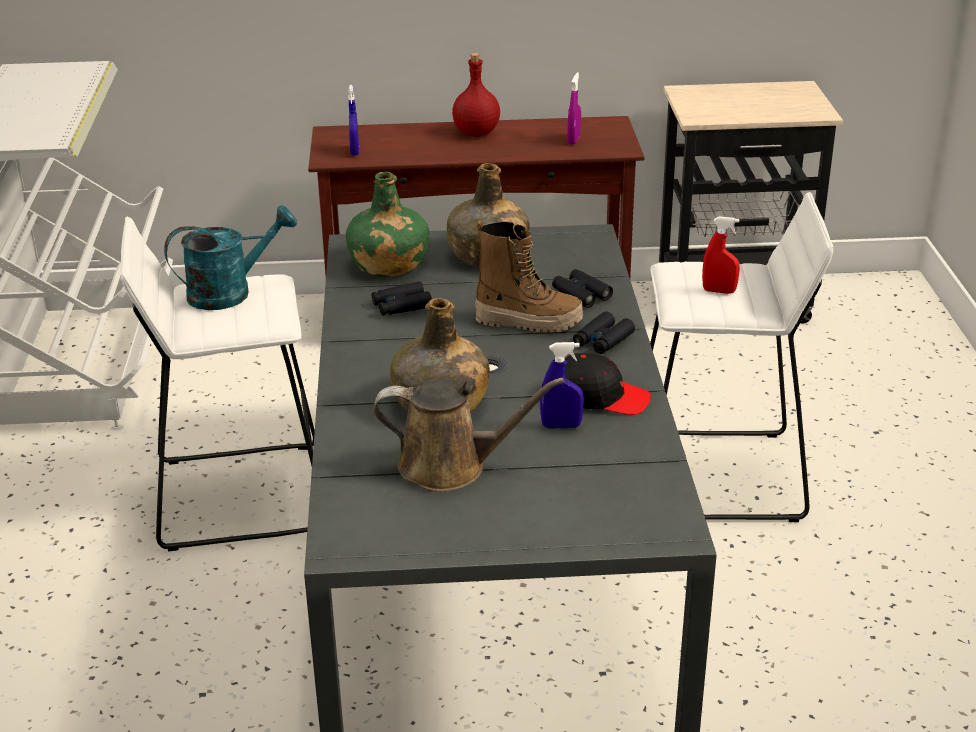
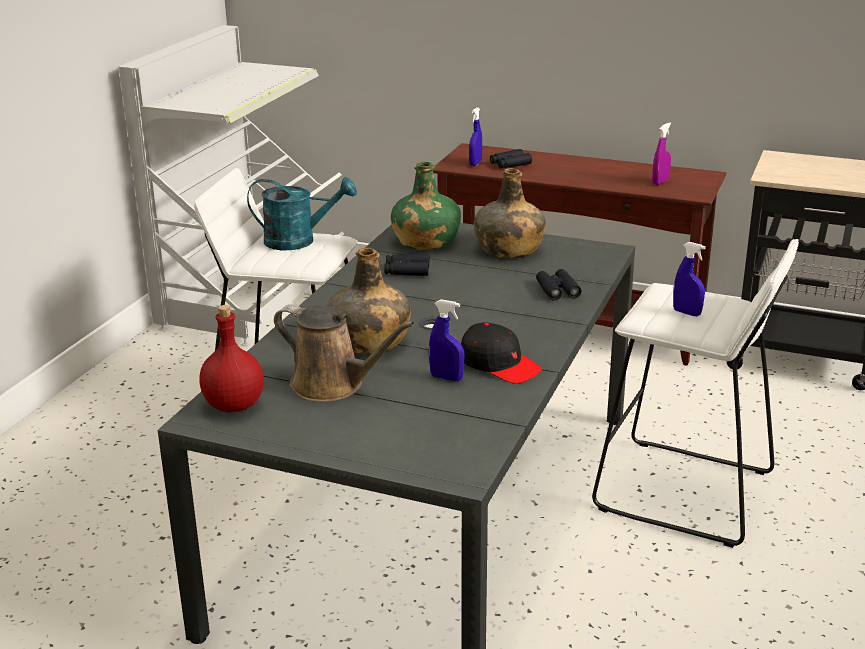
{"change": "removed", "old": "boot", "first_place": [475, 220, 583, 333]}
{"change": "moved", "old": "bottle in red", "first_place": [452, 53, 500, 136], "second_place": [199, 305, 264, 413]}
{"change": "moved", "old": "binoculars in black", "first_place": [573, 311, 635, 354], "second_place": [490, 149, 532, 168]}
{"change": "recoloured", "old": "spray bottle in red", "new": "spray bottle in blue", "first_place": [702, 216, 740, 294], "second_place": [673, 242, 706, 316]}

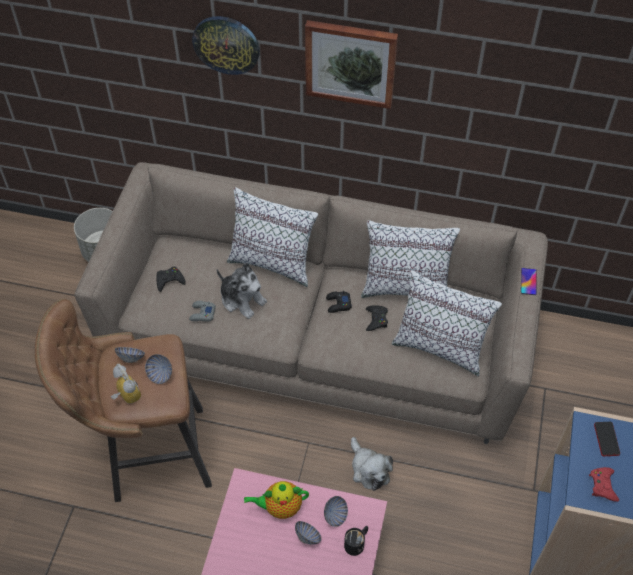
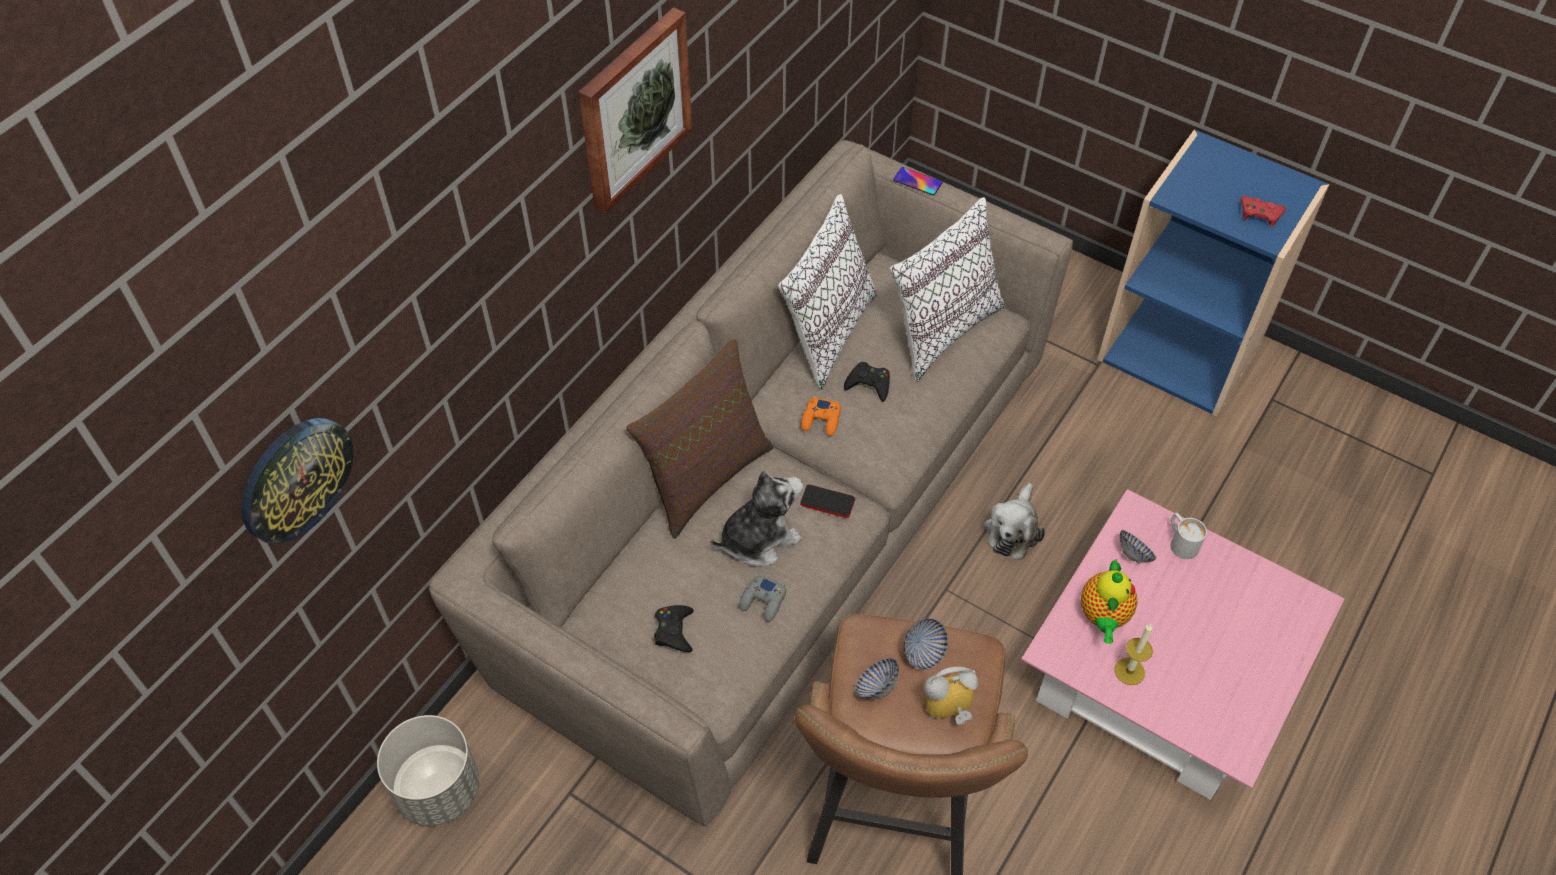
{"change": "removed", "old": "bowl", "first_place": [295, 521, 322, 545]}
{"change": "added", "new": "candle", "second_place": [1114, 624, 1153, 685]}
{"change": "moved", "old": "wall clock", "first_place": [192, 16, 260, 75], "second_place": [241, 418, 353, 544]}
{"change": "moved", "old": "phone", "first_place": [594, 422, 620, 456], "second_place": [800, 485, 855, 518]}
{"change": "recoloured", "old": "pillow in white", "new": "pillow in brown", "first_place": [227, 187, 318, 287], "second_place": [627, 339, 774, 539]}
{"change": "recoloured", "old": "game controller in black", "new": "game controller in orange", "first_place": [326, 291, 352, 313], "second_place": [801, 397, 841, 436]}
{"change": "recoloured", "old": "mug in black", "new": "mug in white", "first_place": [344, 526, 368, 556], "second_place": [1170, 513, 1207, 559]}
{"change": "turned", "old": "plush toy", "first_place": [351, 437, 393, 491], "second_place": [984, 483, 1045, 560], "degrees": 120}

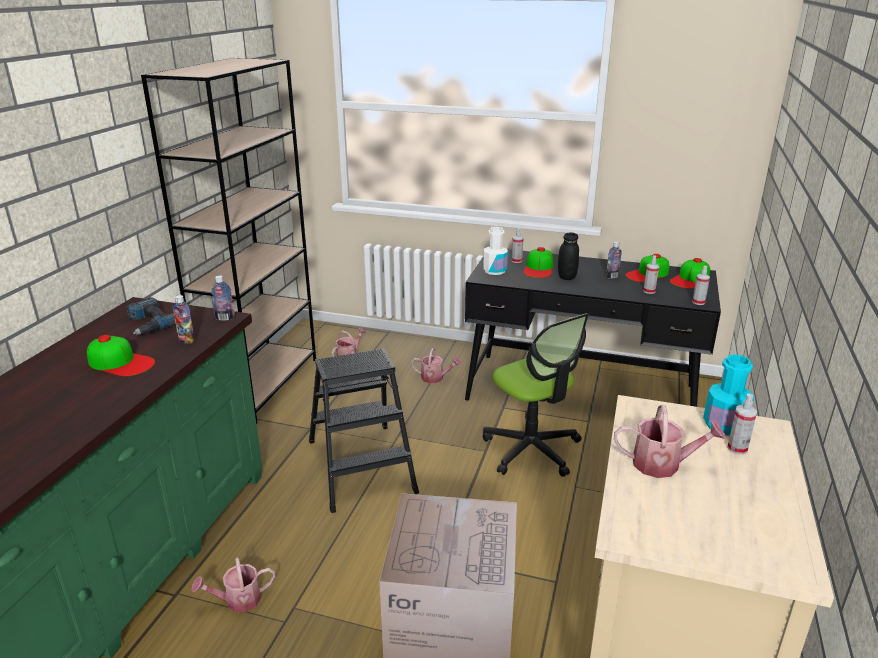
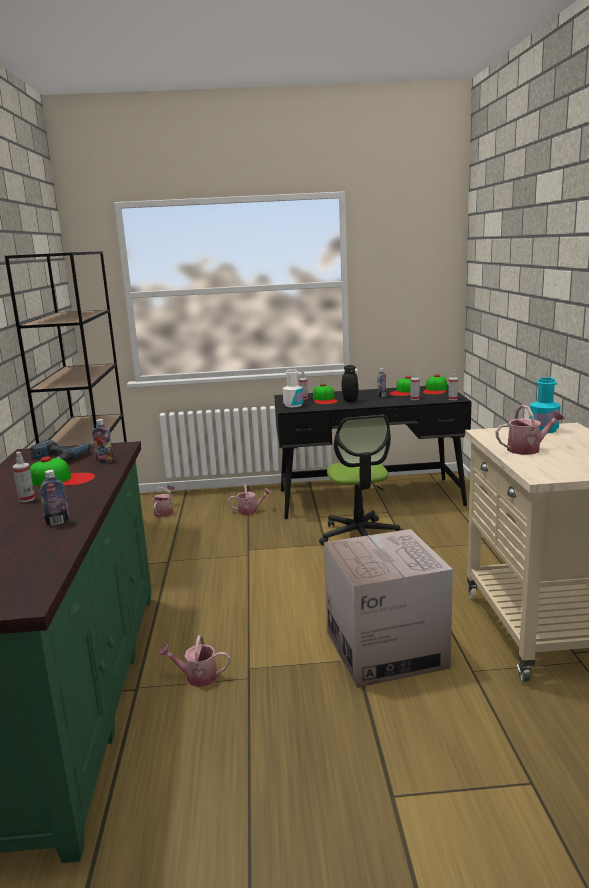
{"change": "removed", "old": "step ladder in black", "first_place": [309, 348, 419, 513]}
{"change": "moved", "old": "bottle", "first_place": [211, 275, 235, 321], "second_place": [40, 470, 69, 525]}
{"change": "moved", "old": "spray bottle", "first_place": [727, 393, 757, 455], "second_place": [13, 452, 35, 502]}
{"change": "turned", "old": "watering can", "first_place": [191, 557, 275, 612], "second_place": [159, 635, 230, 687], "degrees": 45}
{"change": "turned", "old": "office chair", "first_place": [483, 313, 589, 477], "second_place": [319, 415, 403, 546], "degrees": 45}

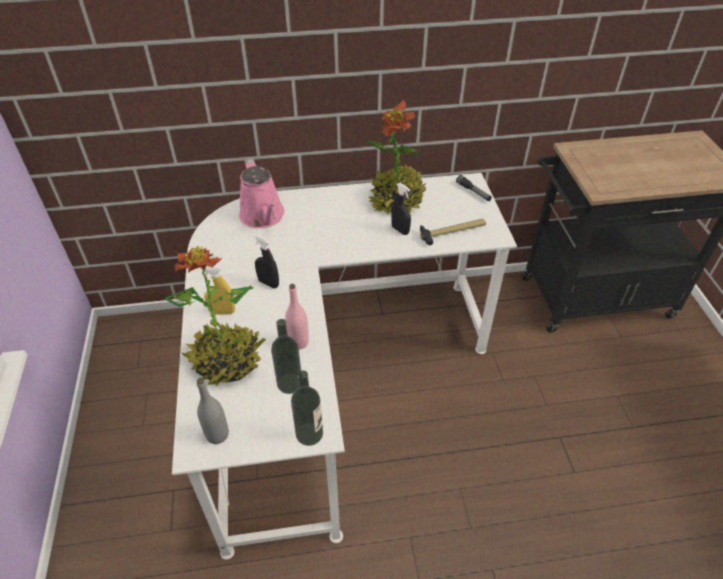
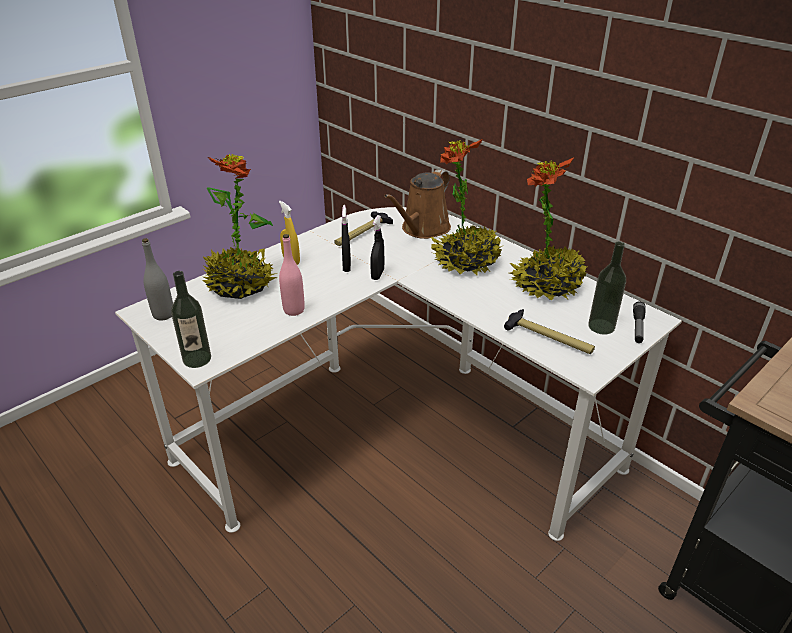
{"change": "added", "new": "hammer", "second_place": [334, 211, 393, 246]}
{"change": "added", "new": "potted plant", "second_place": [431, 139, 502, 275]}
{"change": "moved", "old": "bottle", "first_place": [271, 319, 301, 394], "second_place": [588, 241, 626, 335]}
{"change": "moved", "old": "spray bottle in black", "first_place": [391, 183, 411, 235], "second_place": [370, 215, 384, 280]}
{"change": "recoloured", "old": "watering can in pink", "new": "watering can in brown", "first_place": [239, 158, 284, 228], "second_place": [384, 169, 451, 239]}

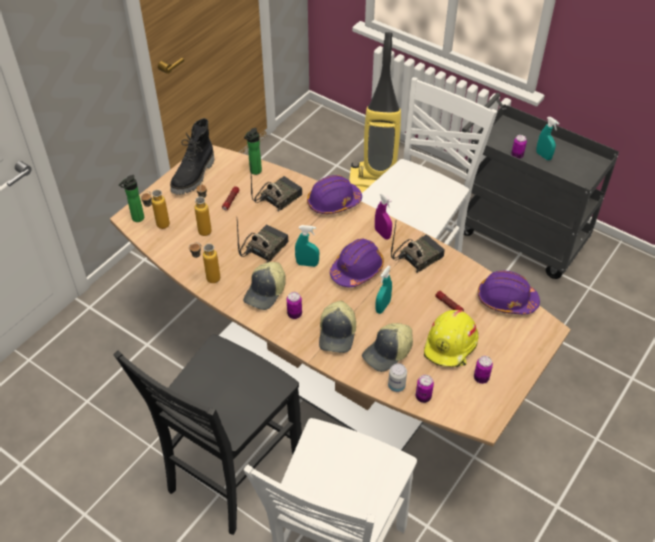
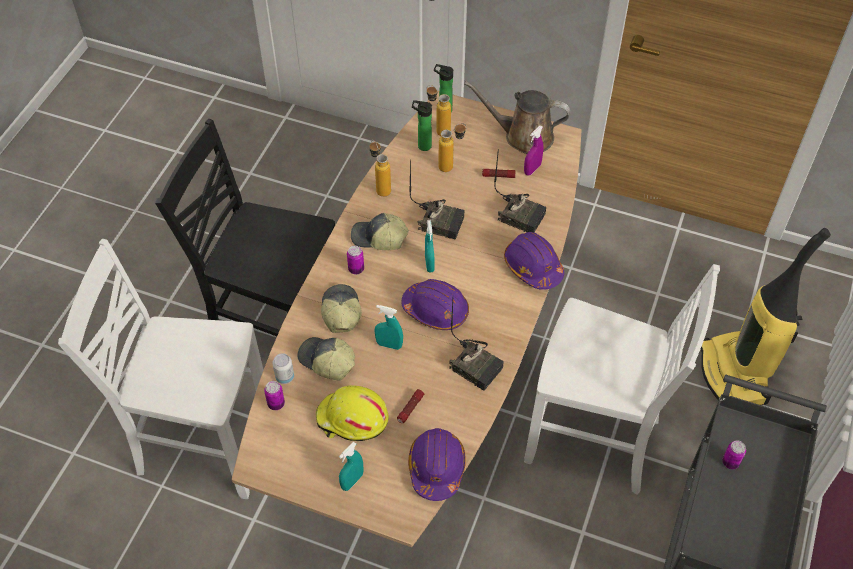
{"change": "removed", "old": "can", "first_place": [474, 356, 493, 384]}
{"change": "moved", "old": "bottle", "first_place": [244, 128, 262, 175], "second_place": [412, 100, 432, 151]}
{"change": "moved", "old": "spray bottle in purple", "first_place": [375, 193, 392, 239], "second_place": [524, 126, 543, 176]}
{"change": "moved", "old": "spray bottle in turquoise", "first_place": [536, 117, 559, 160], "second_place": [339, 442, 363, 491]}
{"change": "replaced", "old": "boot in black", "new": "watering can in brown", "first_place": [170, 118, 214, 195], "second_place": [464, 81, 570, 154]}
{"change": "turned", "old": "cap", "first_place": [319, 301, 356, 353], "second_place": [321, 284, 362, 333], "degrees": 90}

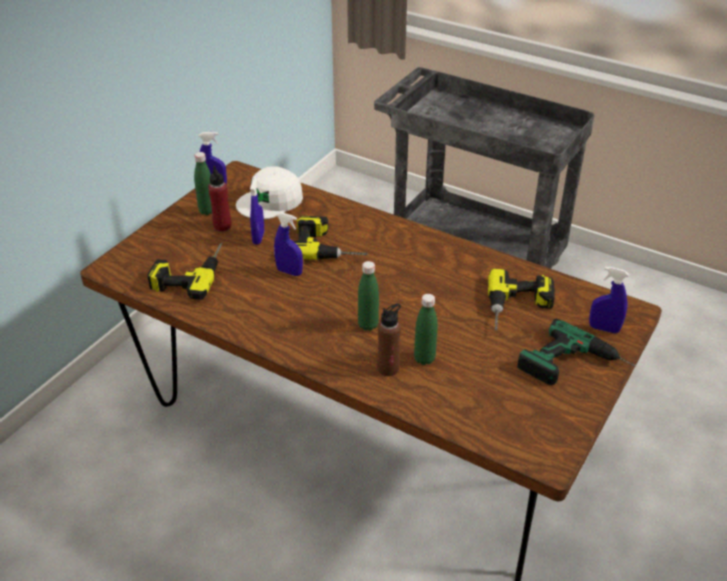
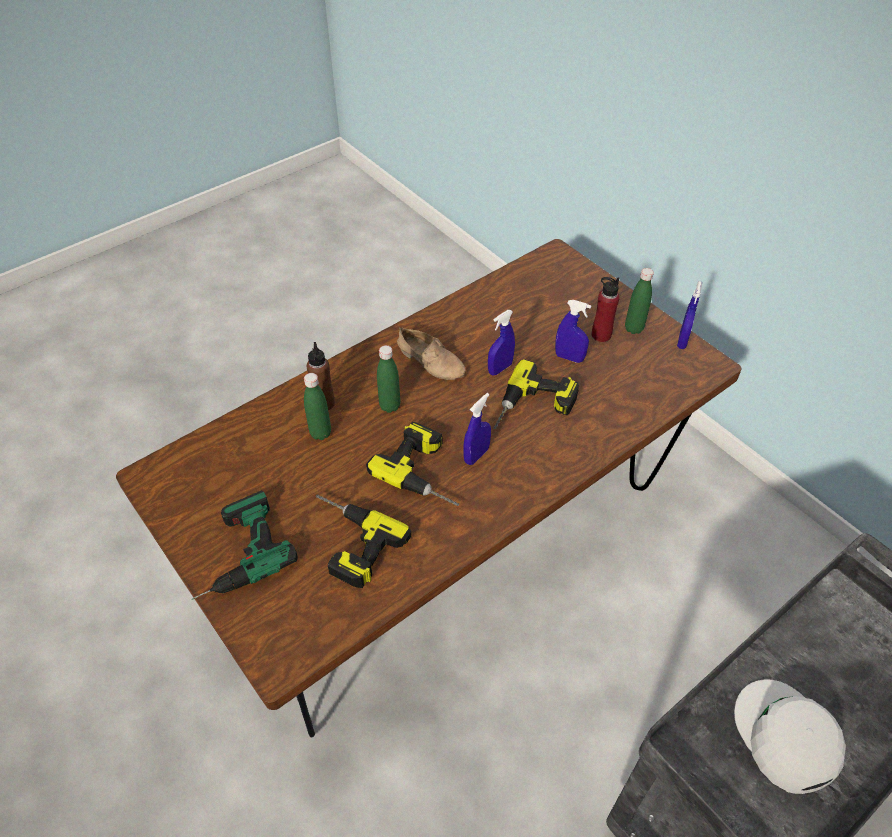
{"change": "added", "new": "shoe in beige", "second_place": [397, 328, 466, 380]}
{"change": "moved", "old": "power drill", "first_place": [147, 242, 223, 300], "second_place": [366, 422, 459, 506]}
{"change": "moved", "old": "cap in white", "first_place": [236, 166, 303, 219], "second_place": [734, 679, 846, 794]}
{"change": "moved", "old": "spray bottle in blue", "first_place": [589, 266, 629, 333], "second_place": [463, 393, 491, 465]}

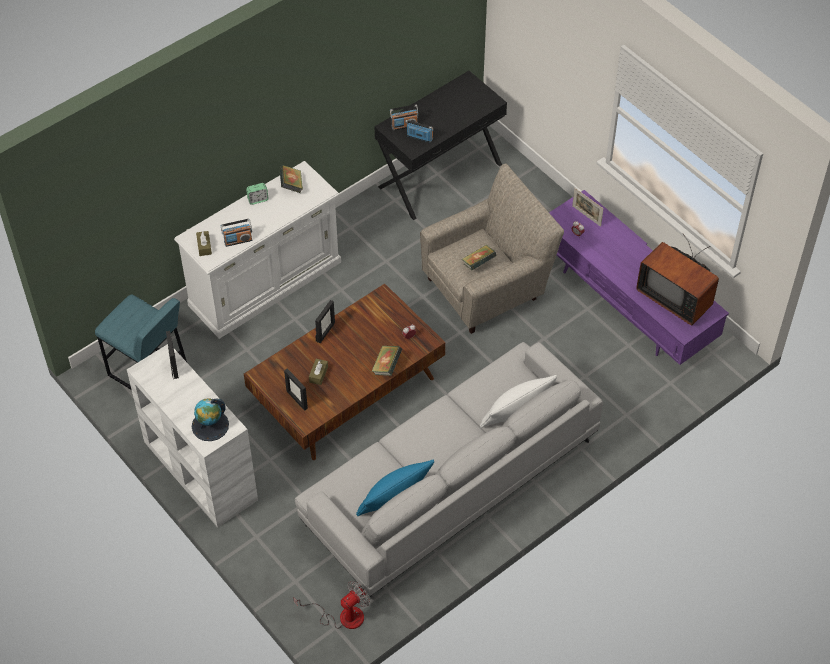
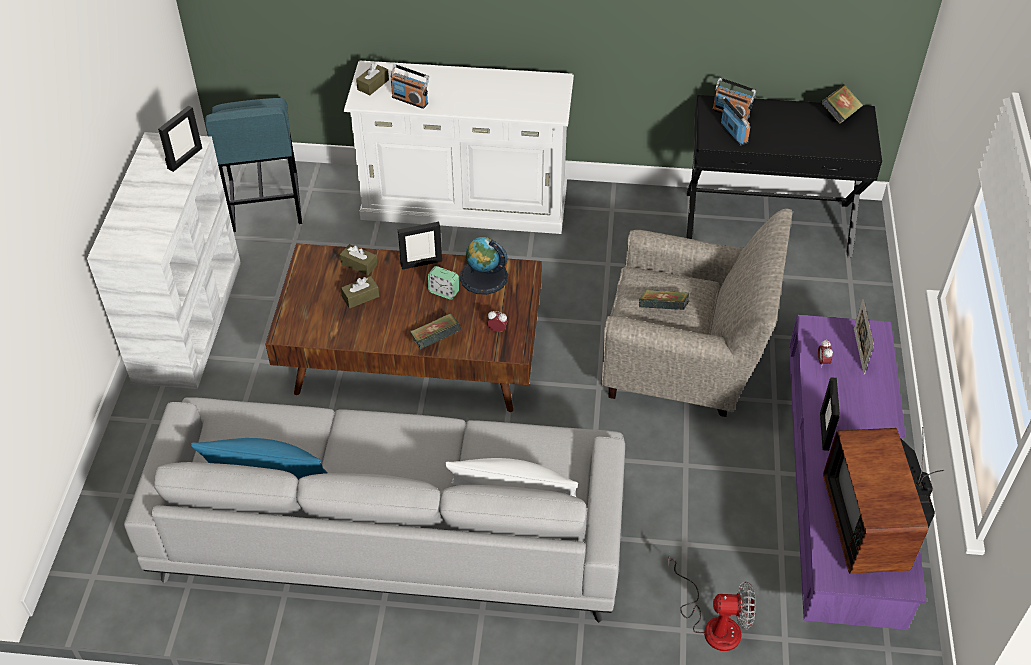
{"change": "added", "new": "tissue box in brown", "second_place": [340, 244, 377, 275]}
{"change": "moved", "old": "globe", "first_place": [192, 399, 229, 441], "second_place": [460, 237, 508, 295]}
{"change": "moved", "old": "alarm clock", "first_place": [246, 183, 269, 205], "second_place": [427, 266, 459, 300]}
{"change": "moved", "old": "book", "first_place": [280, 165, 303, 193], "second_place": [821, 84, 863, 124]}
{"change": "moved", "old": "picture frame", "first_place": [284, 368, 308, 411], "second_place": [820, 377, 840, 451]}
{"change": "moved", "old": "fan", "first_place": [293, 581, 370, 629], "second_place": [668, 552, 756, 651]}

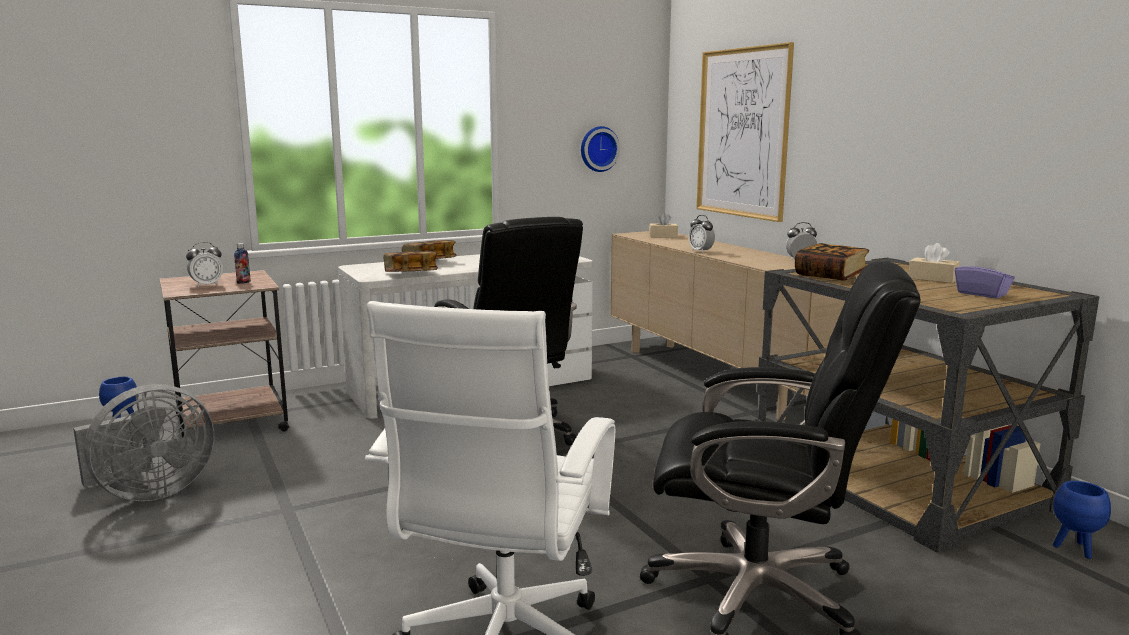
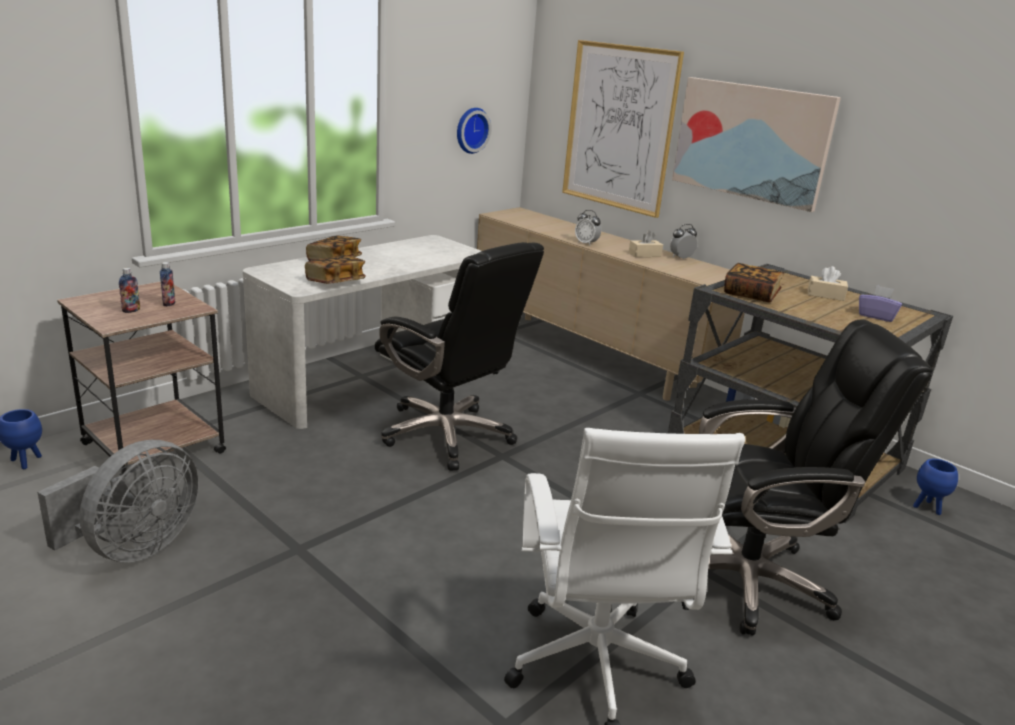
{"change": "added", "new": "picture", "second_place": [672, 77, 841, 212]}
{"change": "moved", "old": "tissue box in beige", "first_place": [649, 213, 678, 237], "second_place": [628, 231, 663, 257]}
{"change": "replaced", "old": "alarm clock", "new": "bottle", "first_place": [186, 242, 223, 287], "second_place": [119, 268, 140, 313]}

